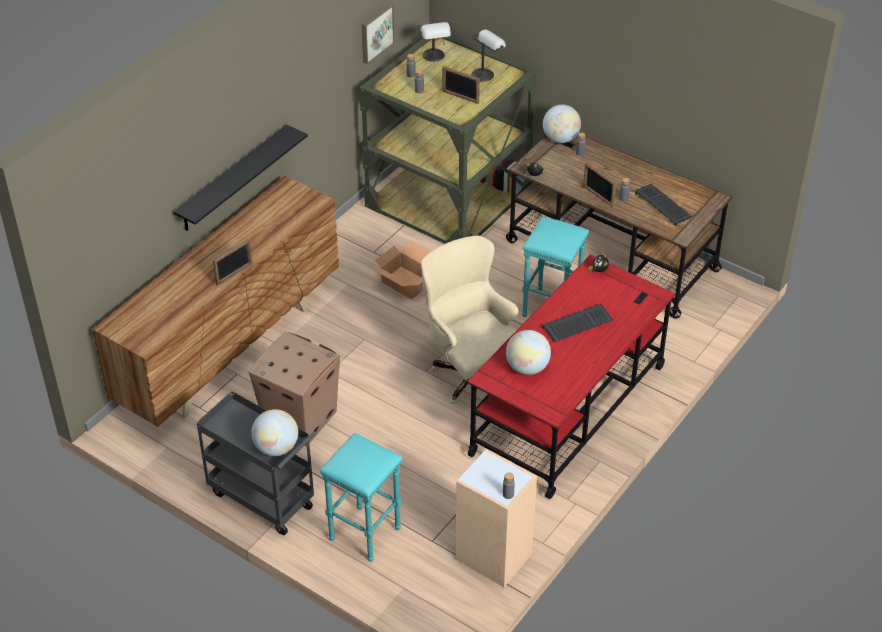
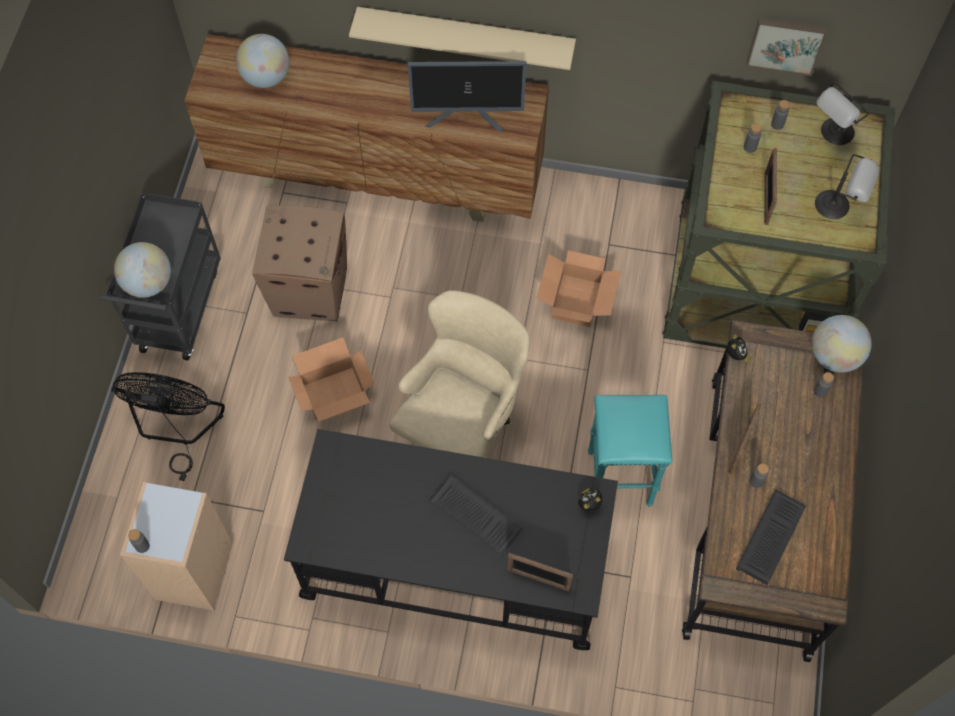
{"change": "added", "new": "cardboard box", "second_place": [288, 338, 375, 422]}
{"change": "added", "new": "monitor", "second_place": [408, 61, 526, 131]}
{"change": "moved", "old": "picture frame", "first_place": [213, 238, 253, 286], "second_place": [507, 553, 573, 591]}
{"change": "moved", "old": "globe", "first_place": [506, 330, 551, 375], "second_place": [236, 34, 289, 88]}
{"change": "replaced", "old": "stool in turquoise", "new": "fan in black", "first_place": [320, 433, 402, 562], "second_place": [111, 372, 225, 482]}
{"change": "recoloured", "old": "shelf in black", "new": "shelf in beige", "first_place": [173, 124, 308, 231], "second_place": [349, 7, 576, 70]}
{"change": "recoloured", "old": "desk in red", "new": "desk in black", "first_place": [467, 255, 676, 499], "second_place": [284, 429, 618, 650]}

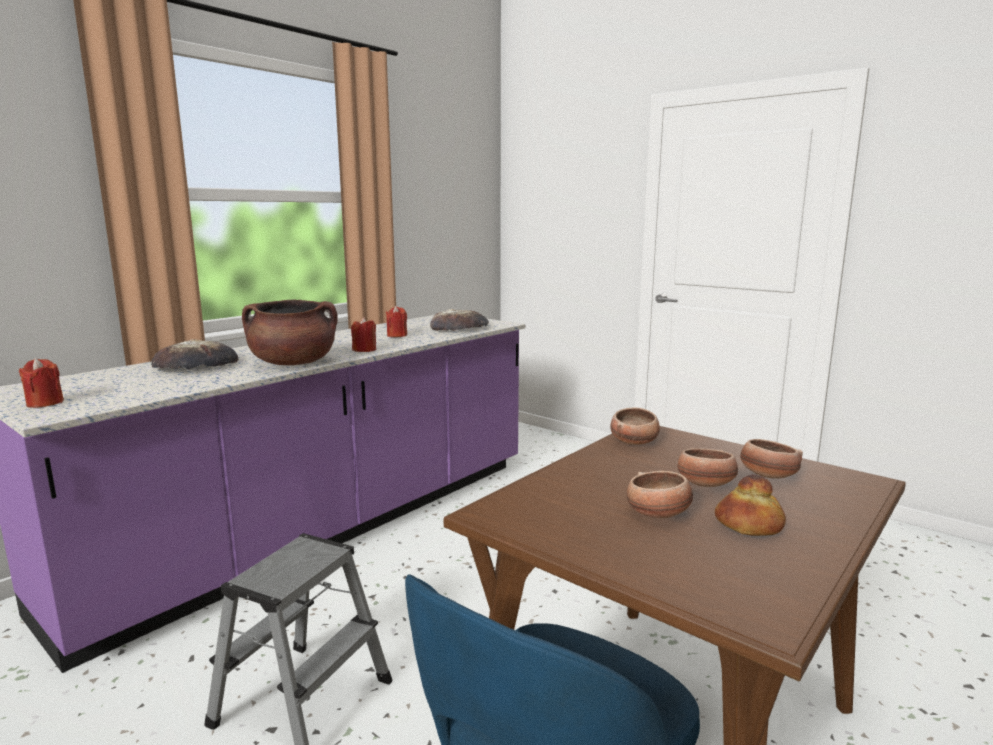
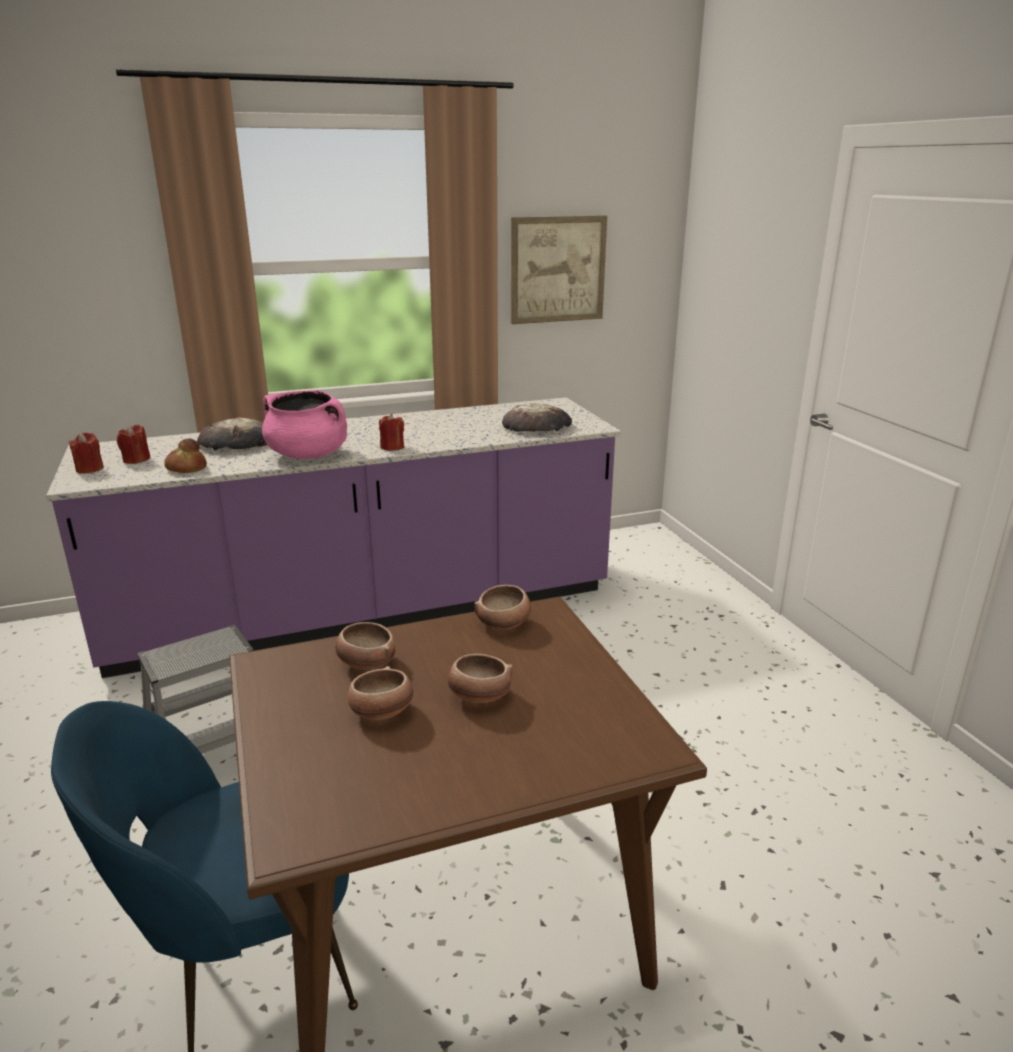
{"change": "added", "new": "picture", "second_place": [511, 215, 607, 324]}
{"change": "moved", "old": "candle in red", "first_place": [386, 306, 407, 337], "second_place": [117, 425, 150, 464]}
{"change": "moved", "old": "bread", "first_place": [715, 474, 786, 536], "second_place": [164, 438, 207, 473]}
{"change": "moved", "old": "bowl", "first_place": [740, 439, 803, 478], "second_place": [335, 622, 395, 670]}
{"change": "recoloured", "old": "cooking pot in brown", "new": "cooking pot in pink", "first_place": [242, 299, 338, 365], "second_place": [262, 390, 347, 459]}

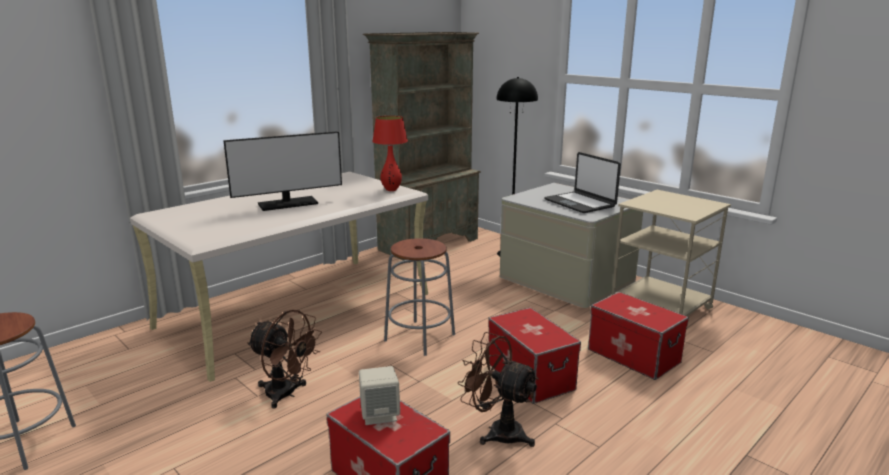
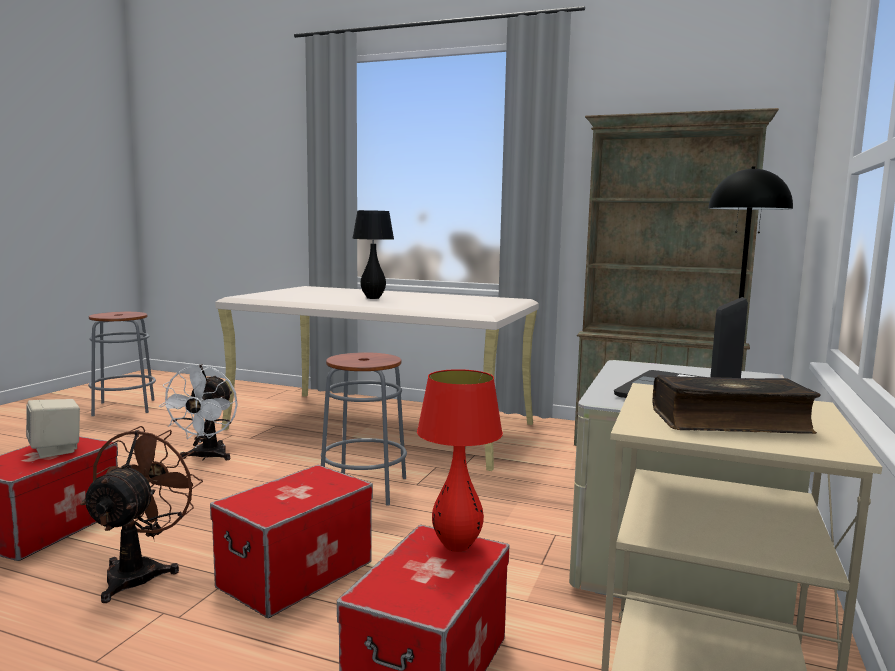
{"change": "added", "new": "book", "second_place": [653, 375, 821, 434]}
{"change": "moved", "old": "table lamp in red", "first_place": [372, 116, 408, 191], "second_place": [417, 369, 503, 552]}
{"change": "replaced", "old": "monitor", "new": "table lamp in black", "first_place": [223, 131, 342, 211], "second_place": [352, 210, 394, 299]}
{"change": "recoloured", "old": "fan in brown", "new": "fan in white", "first_place": [247, 309, 322, 409], "second_place": [159, 365, 238, 461]}

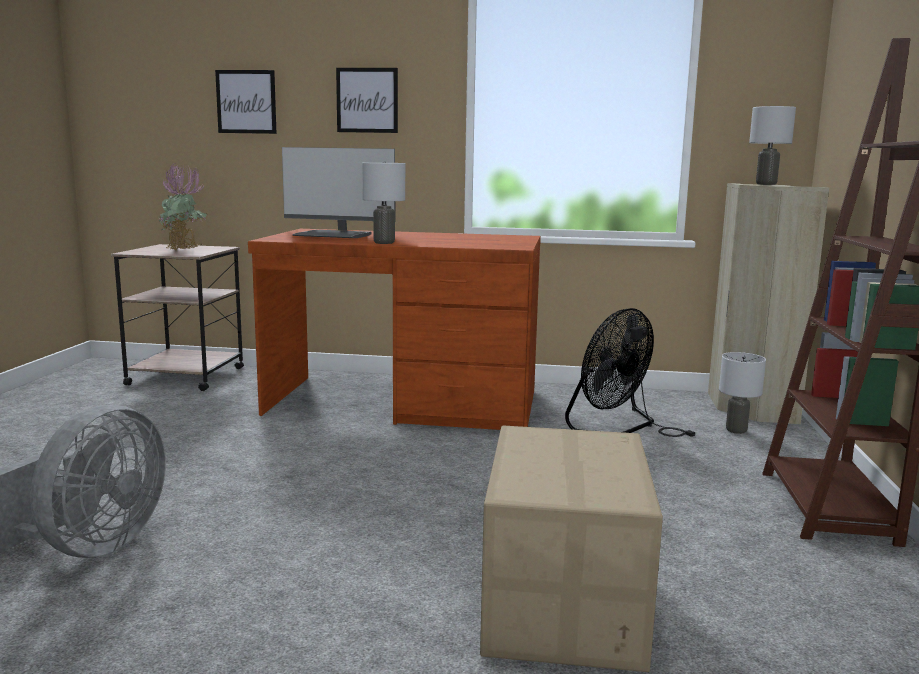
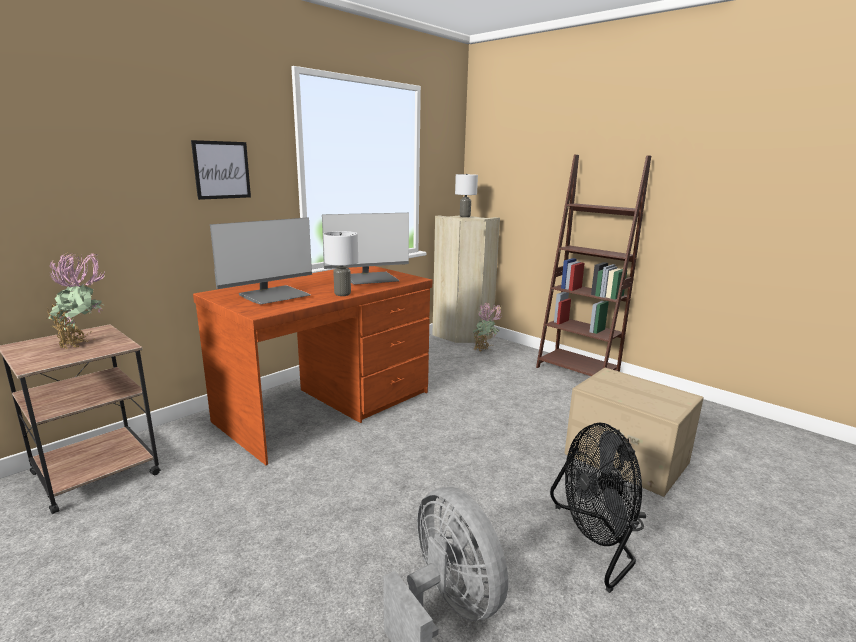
{"change": "removed", "old": "picture", "first_place": [215, 70, 276, 134]}
{"change": "added", "new": "monitor", "second_place": [322, 213, 409, 285]}
{"change": "moved", "old": "fan in black", "first_place": [565, 308, 696, 437], "second_place": [550, 423, 648, 593]}
{"change": "replaced", "old": "table lamp in white", "new": "potted plant", "first_place": [719, 352, 766, 434], "second_place": [472, 300, 501, 351]}

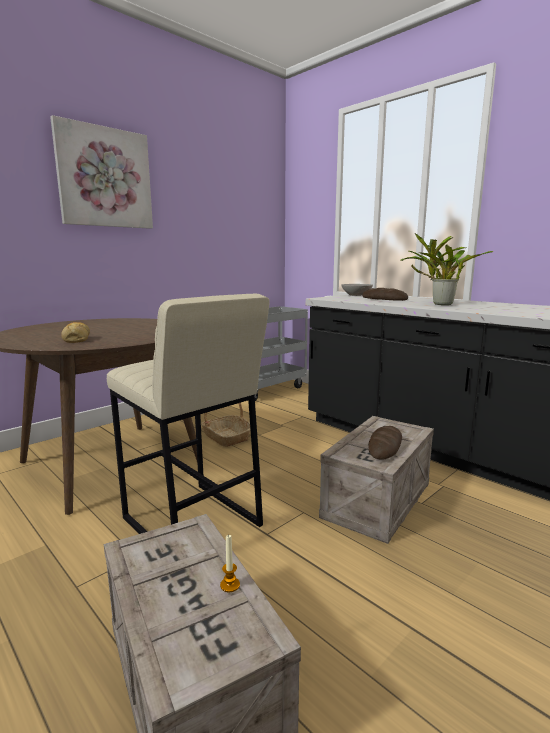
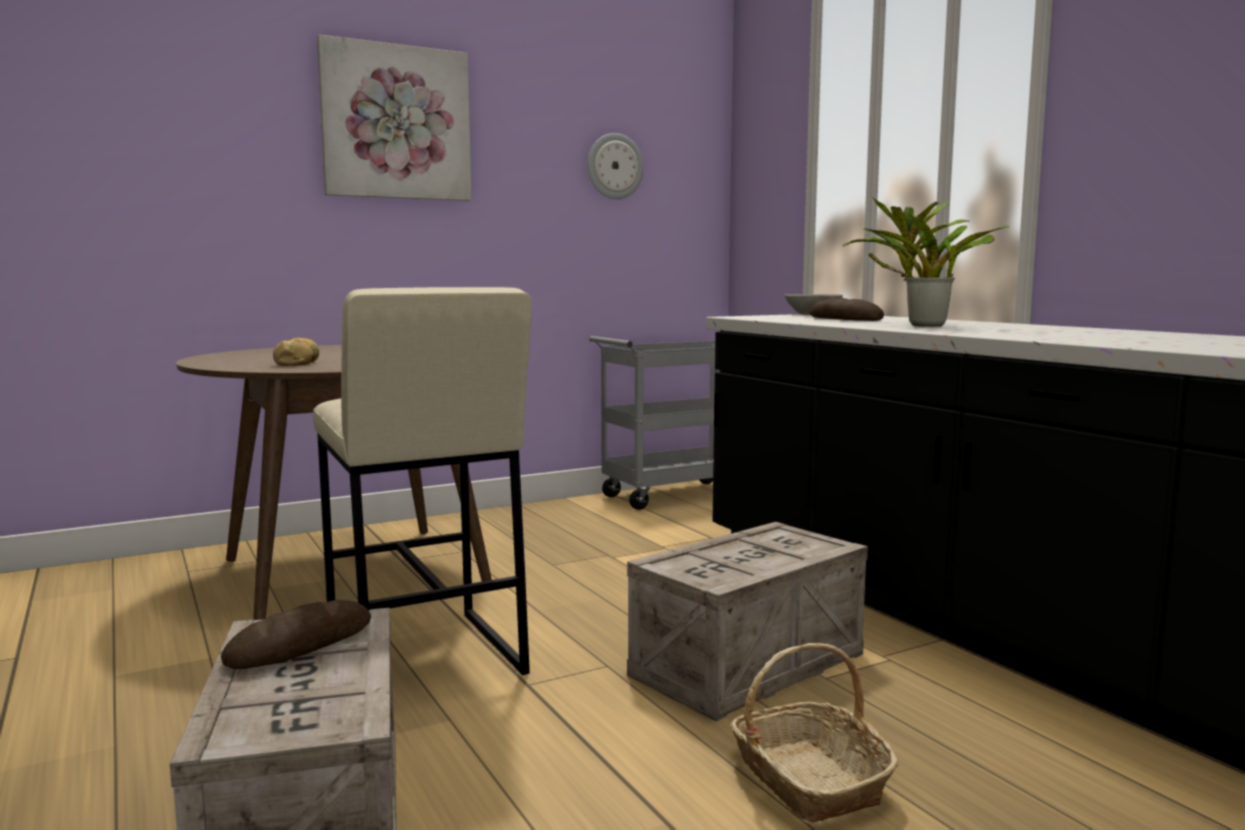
{"change": "removed", "old": "candle", "first_place": [220, 534, 240, 592]}
{"change": "added", "new": "wall clock", "second_place": [587, 133, 644, 199]}
{"change": "moved", "old": "basket", "first_place": [201, 403, 251, 447], "second_place": [730, 643, 899, 823]}
{"change": "moved", "old": "bread", "first_place": [368, 426, 402, 460], "second_place": [221, 600, 371, 669]}

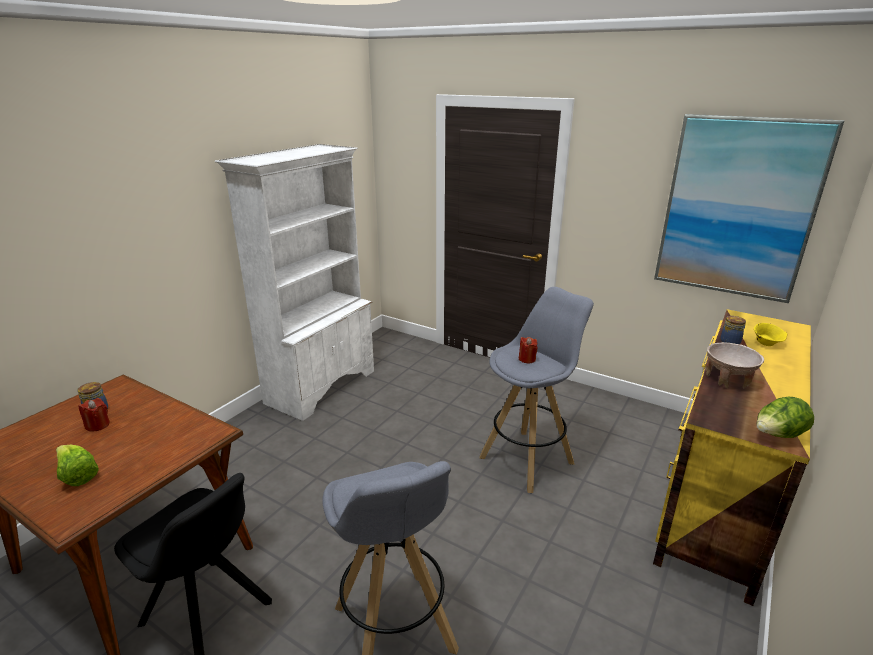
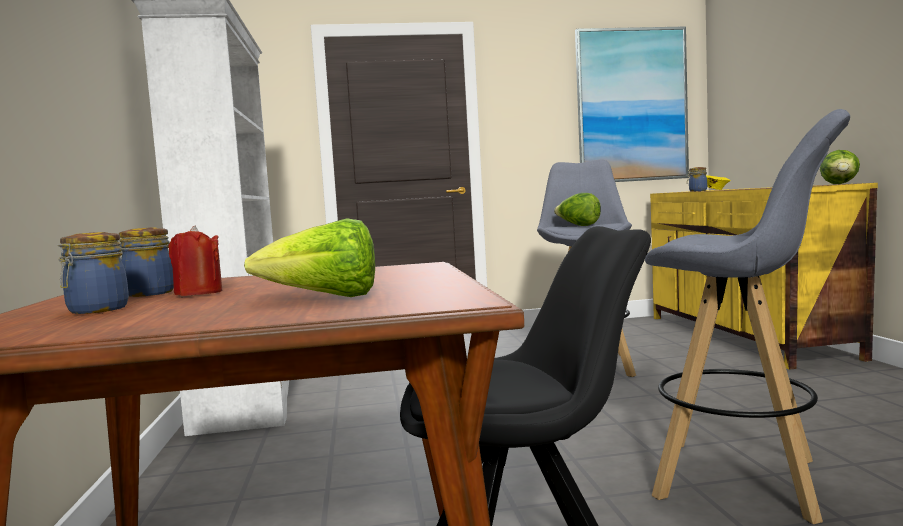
{"change": "removed", "old": "bowl in beige", "first_place": [706, 342, 764, 389]}
{"change": "added", "new": "jar", "second_place": [57, 232, 129, 314]}
{"change": "replaced", "old": "candle in red", "new": "lettuce", "first_place": [519, 337, 538, 363], "second_place": [554, 193, 601, 226]}

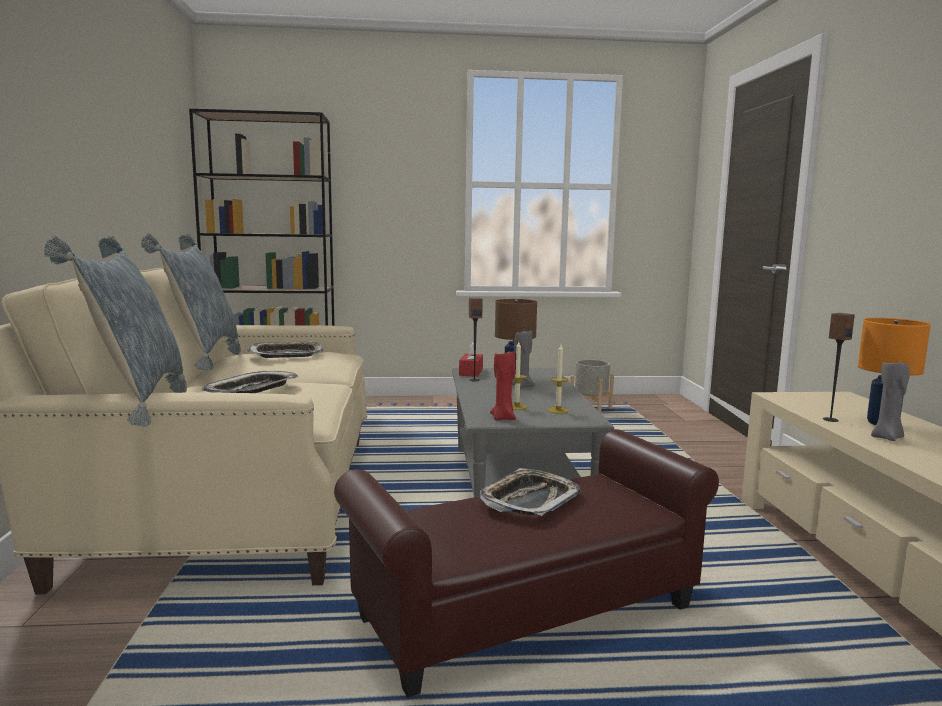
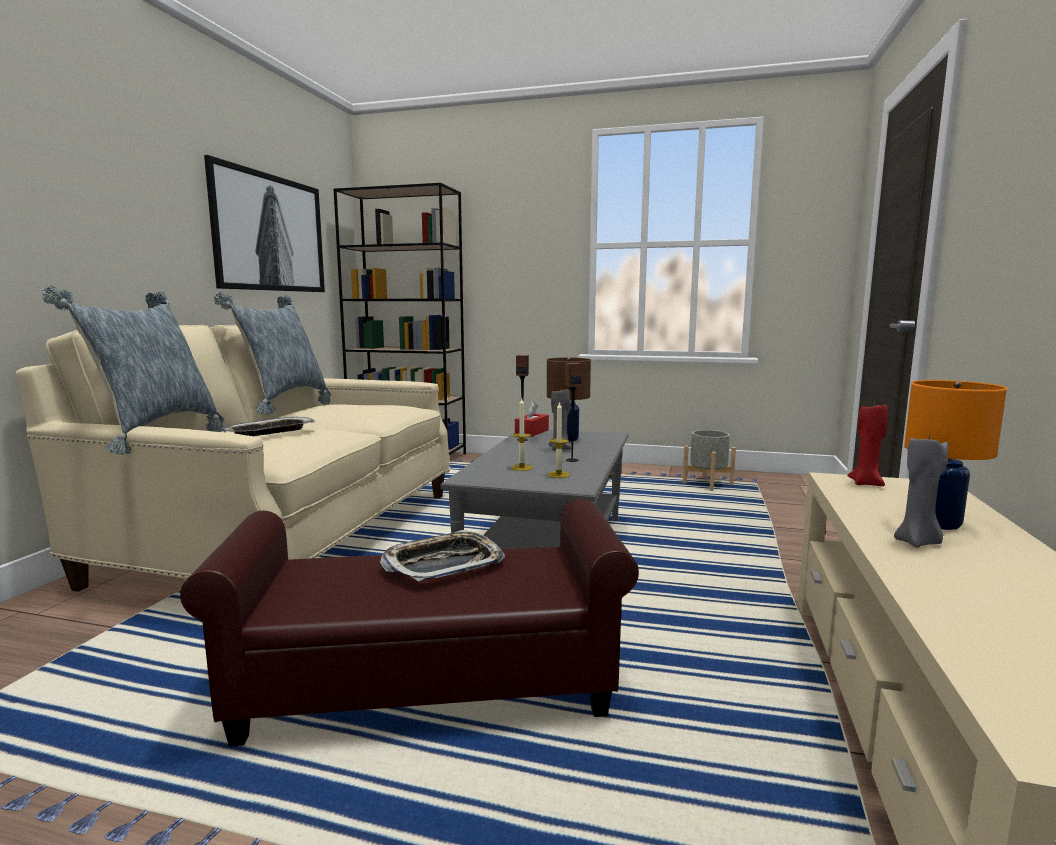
{"change": "removed", "old": "tray", "first_place": [247, 341, 323, 358]}
{"change": "added", "new": "picture", "second_place": [204, 155, 325, 292]}
{"change": "moved", "old": "candle in red", "first_place": [490, 352, 516, 420], "second_place": [847, 401, 888, 486]}
{"change": "moved", "old": "speaker", "first_place": [823, 313, 855, 422], "second_place": [565, 362, 582, 462]}

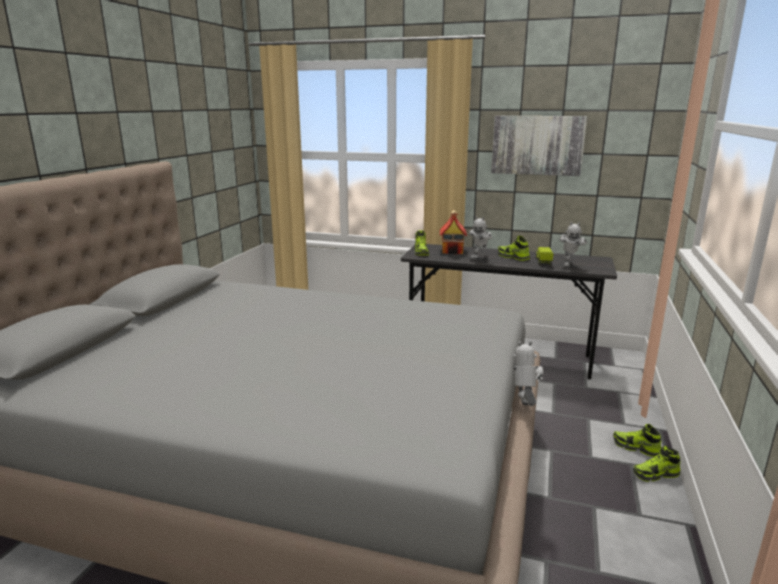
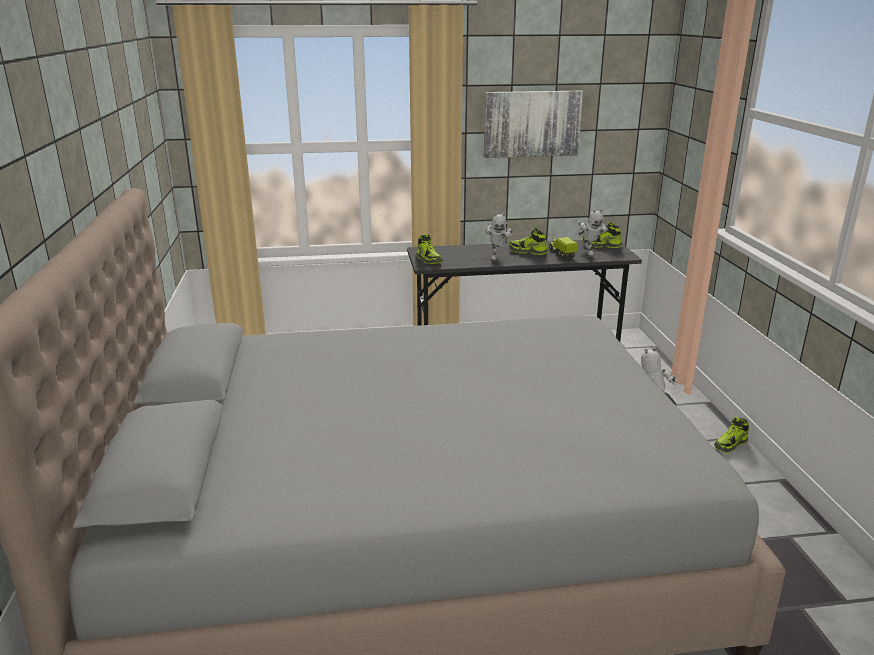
{"change": "removed", "old": "toy house", "first_place": [440, 210, 467, 254]}
{"change": "moved", "old": "shoe", "first_place": [613, 424, 661, 457], "second_place": [583, 222, 622, 248]}

